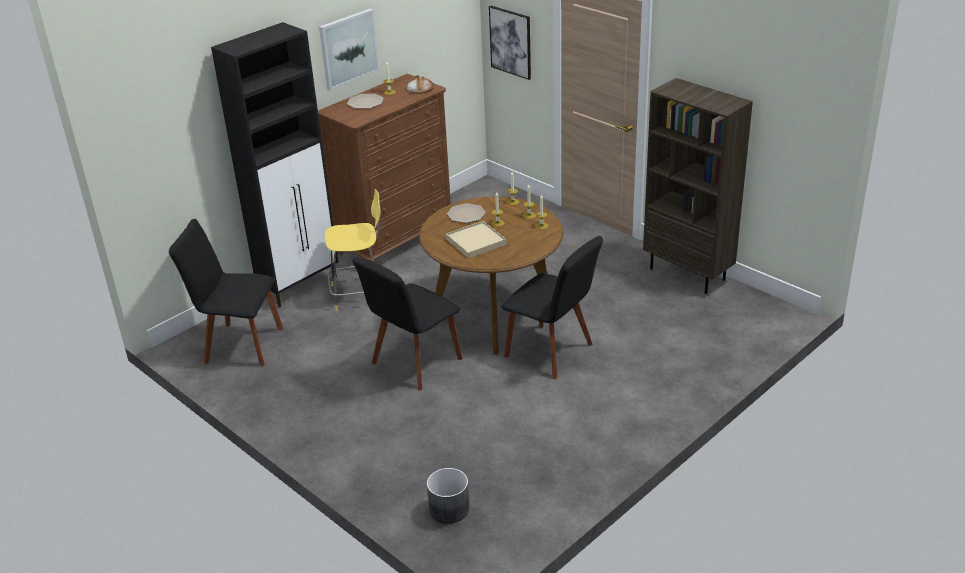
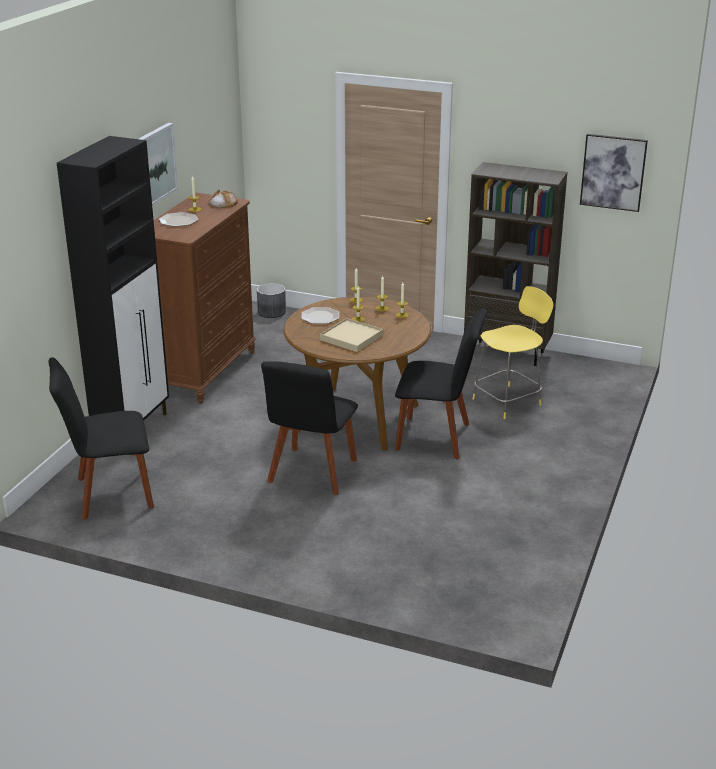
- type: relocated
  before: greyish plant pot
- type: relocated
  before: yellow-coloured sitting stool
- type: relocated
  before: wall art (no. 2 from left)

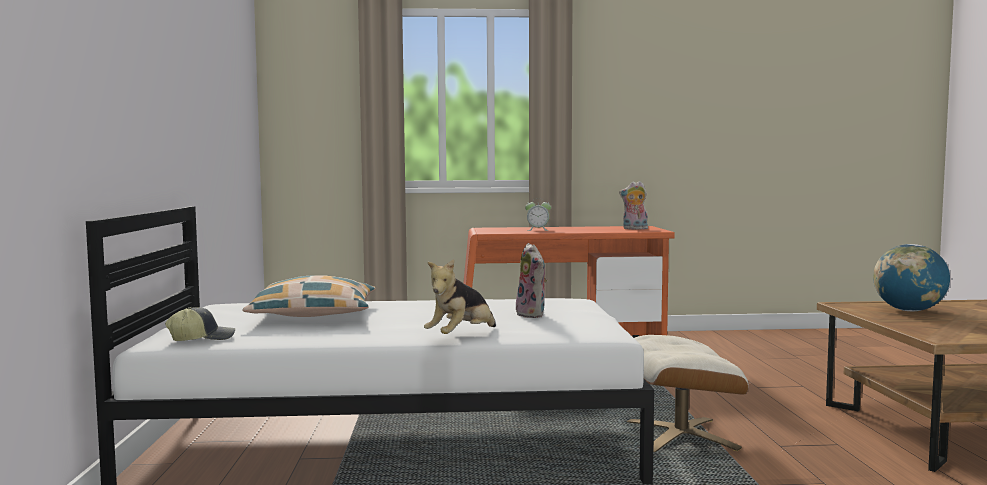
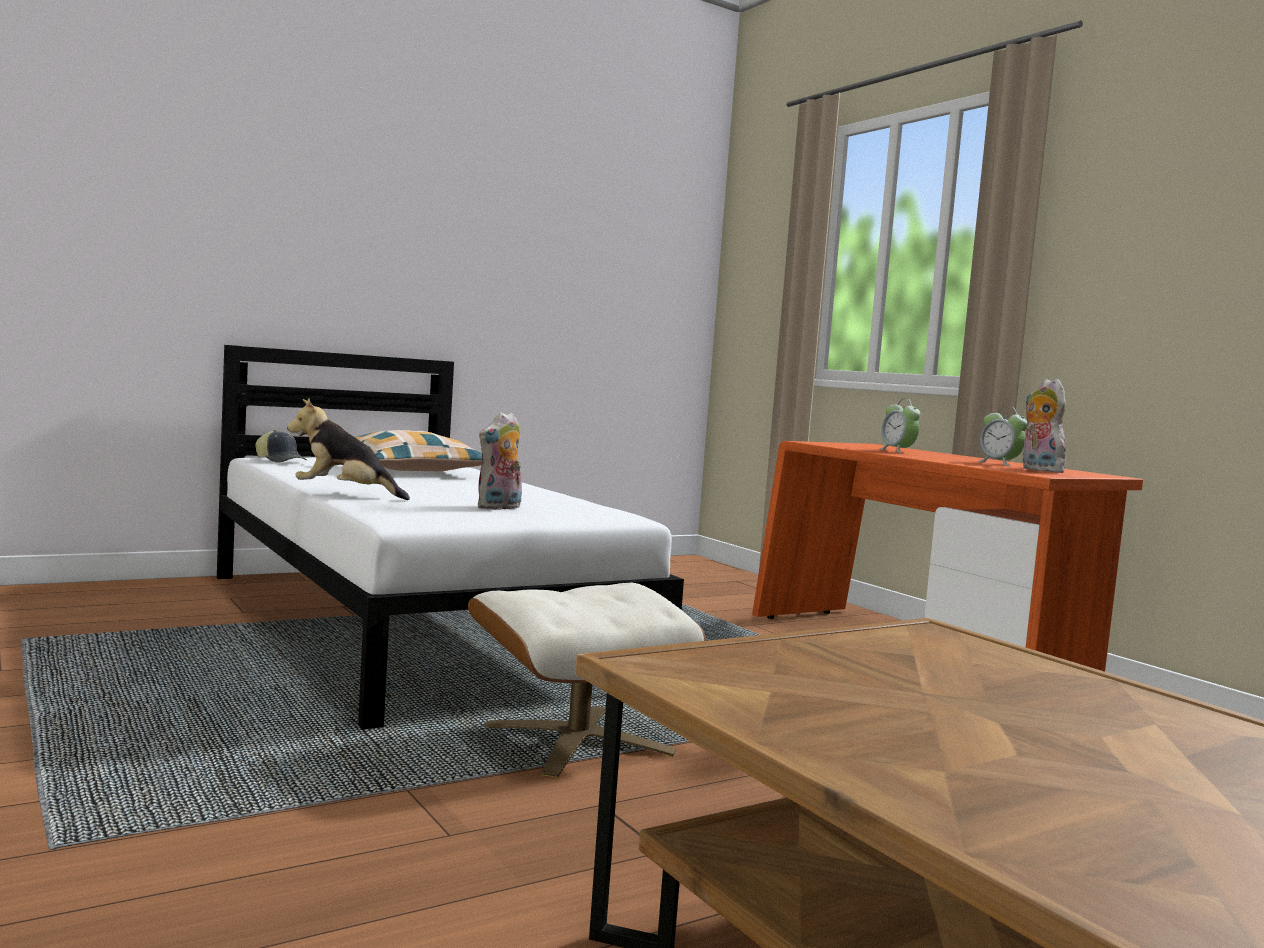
- type: appeared
  after: table clock (no. 2 from left)
- type: missing
  before: desk globe

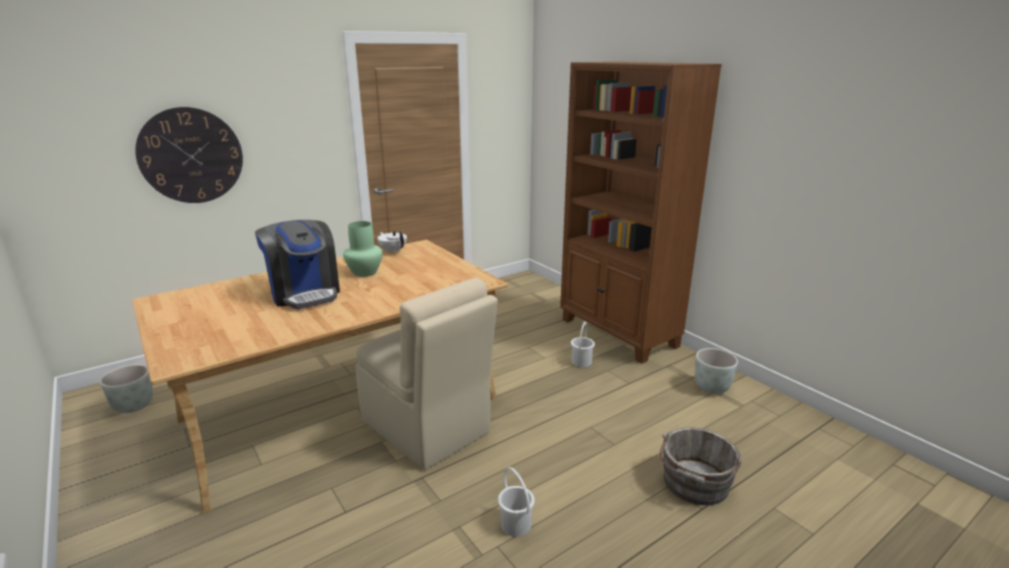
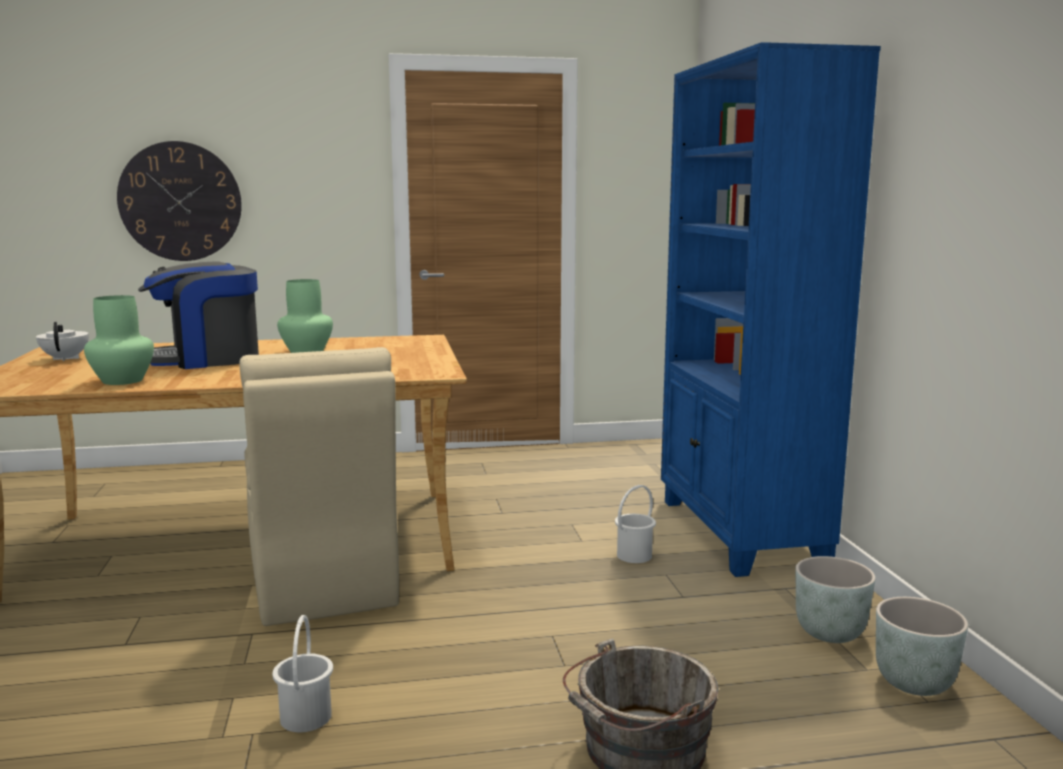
- type: relocated
  before: white teapot
- type: appeared
  after: green flower vase (no. 1 from left)
- type: spun
  before: coffee machine
  turn: 75
- type: colour
  before: brown bookcase
  after: blue-coloured bookcase
- type: relocated
  before: greyish plant pot (no. 1 from left in the first image)
  after: greyish plant pot (no. 2 from left)

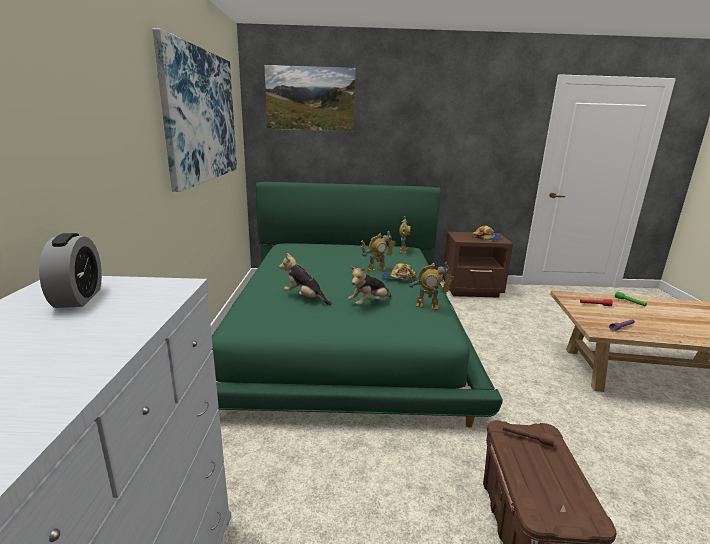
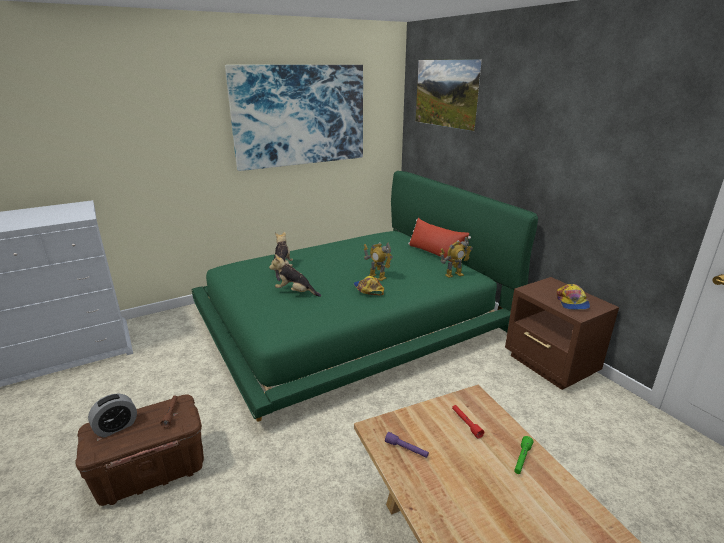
- type: relocated
  before: table clock
- type: appeared
  after: reddish throw pillow
- type: missing
  before: robot figure (no. 3 from left)

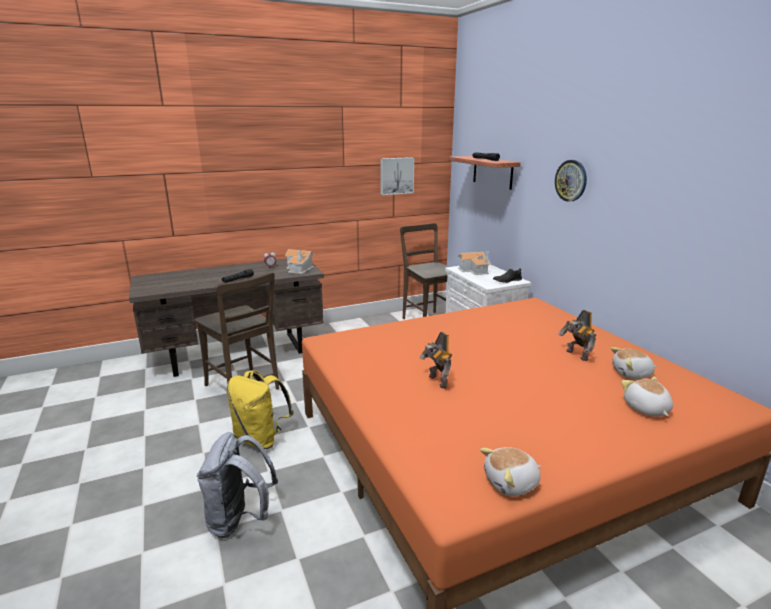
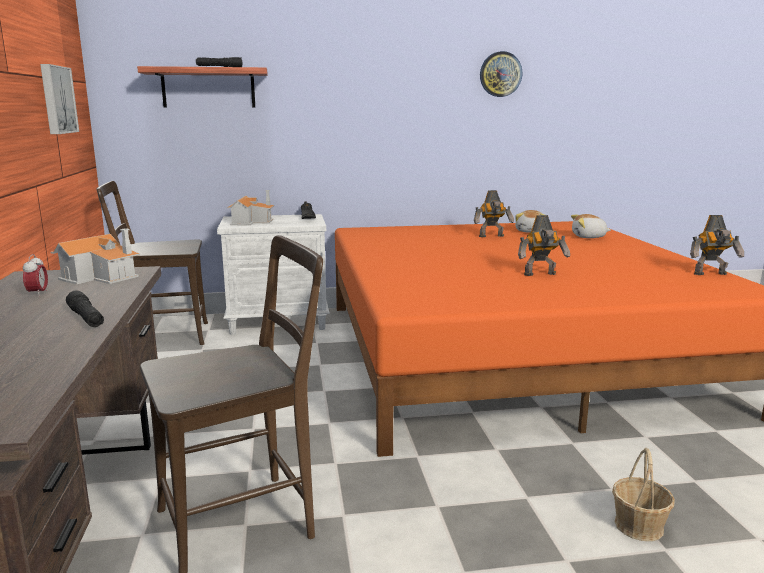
- type: relocated
  before: wall clock
- type: exchanged
  before: greyish backpack
  after: household basket
- type: exchanged
  before: cuddly toy (no. 1 from left)
  after: robot figure (no. 3 from left)
- type: missing
  before: yellow-coloured backpack

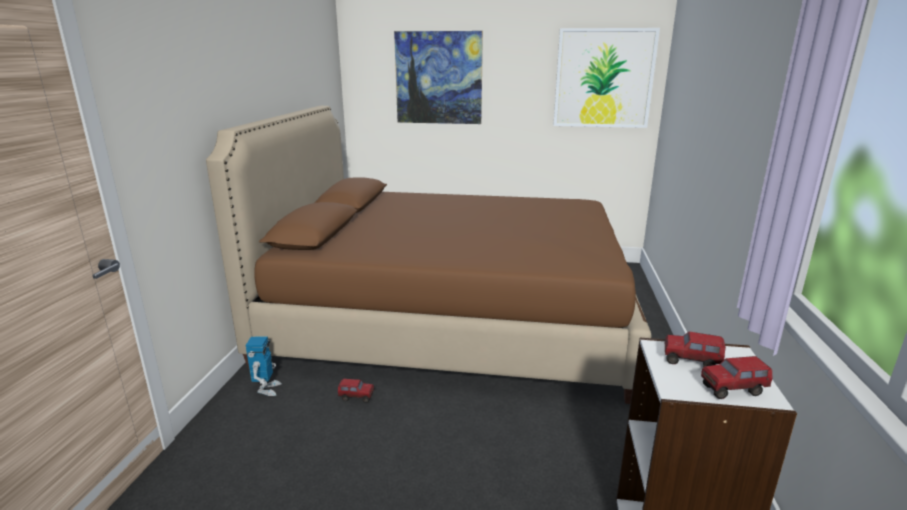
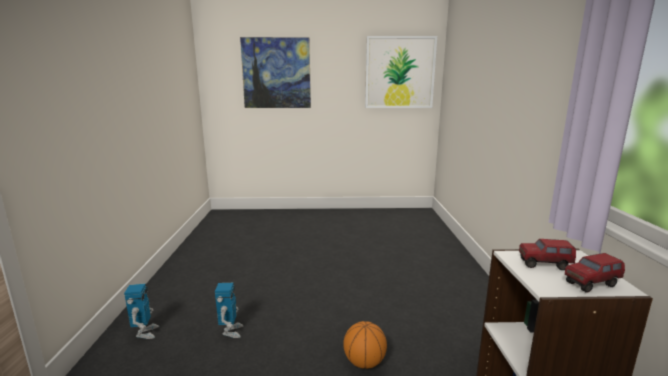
- type: exchanged
  before: model truck (no. 1 from left)
  after: robot figure (no. 2 from left)
- type: appeared
  after: ball for basketball
- type: missing
  before: brown bed

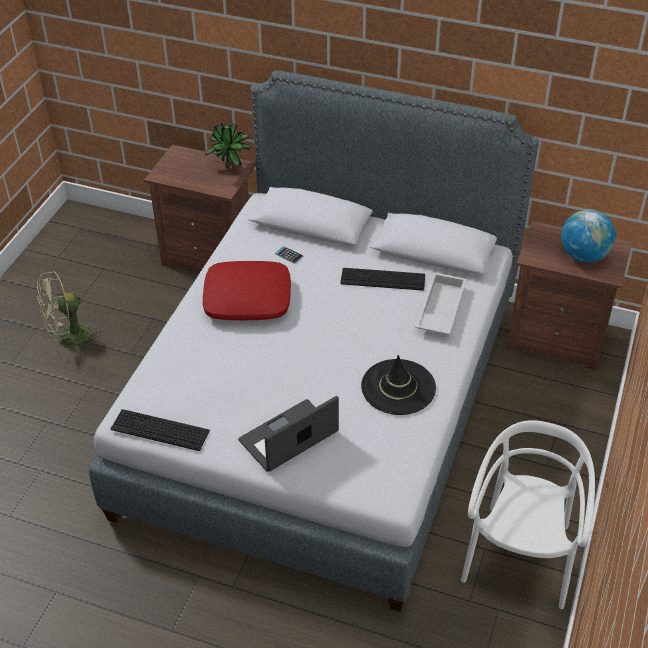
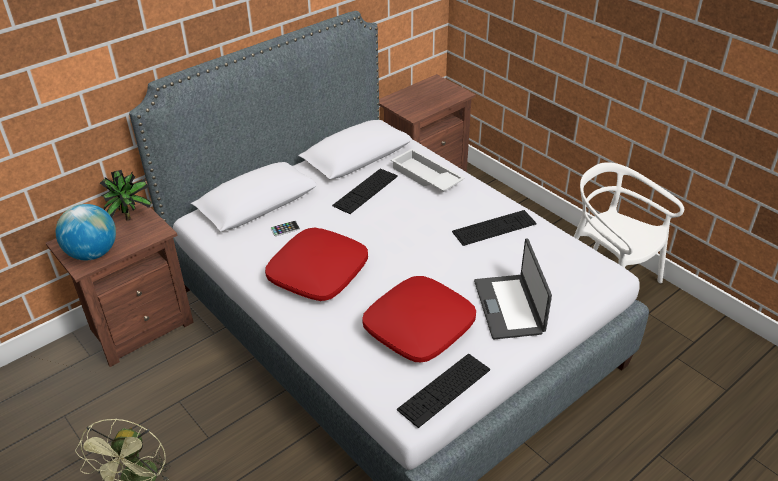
- type: relocated
  before: desk globe
- type: appeared
  after: reddish throw pillow (no. 2 from left)
- type: exchanged
  before: black clothing hat
  after: computer keyboard (no. 3 from left)

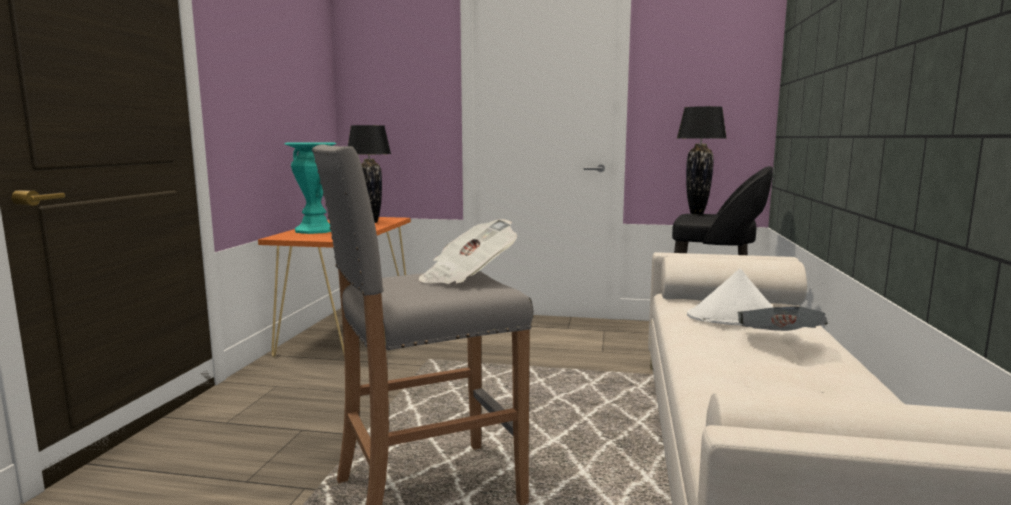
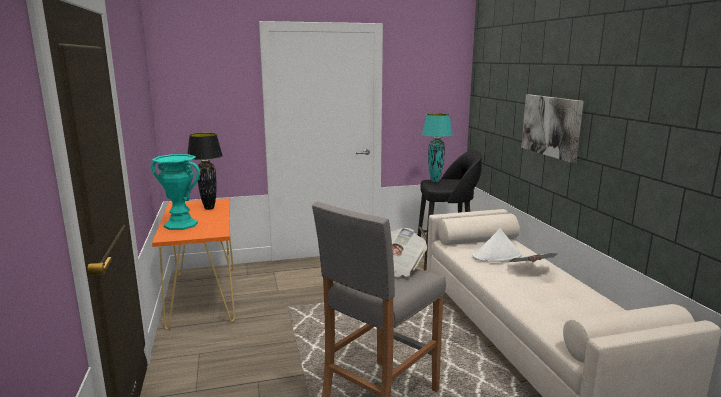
- type: colour
  before: black tabletop lamp (no. 2 from left)
  after: turquoise-coloured tabletop lamp
- type: appeared
  after: wall art

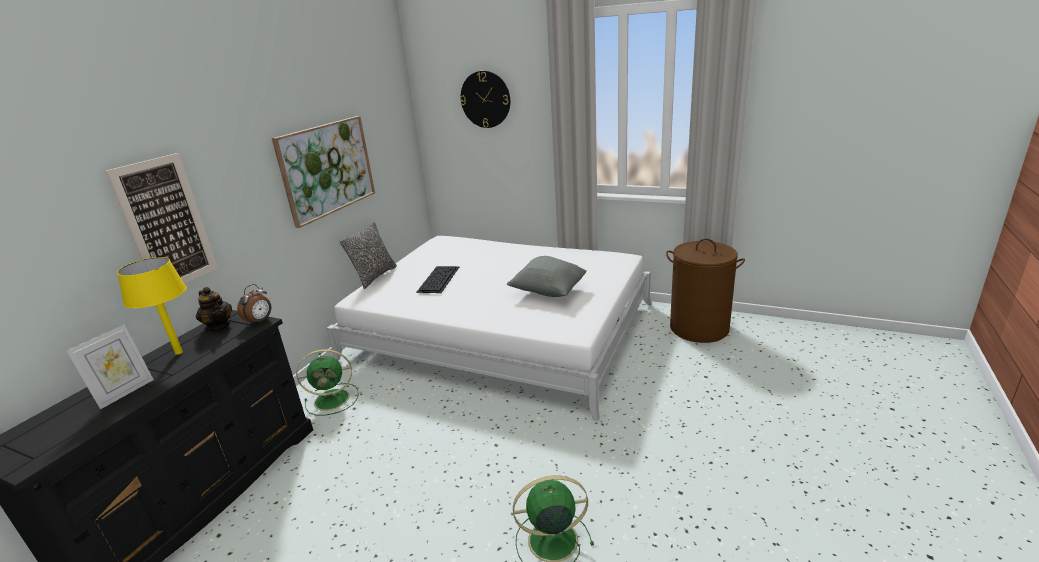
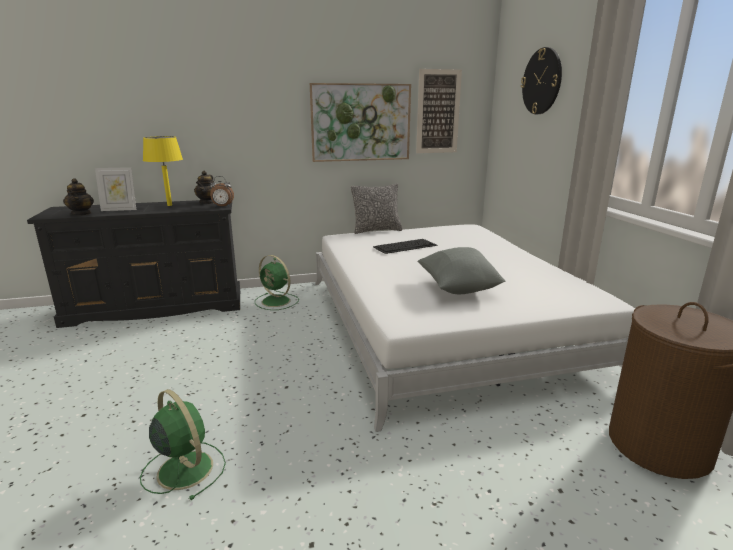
- type: appeared
  after: teapot (no. 1 from left)
- type: relocated
  before: wall art (no. 1 from left in the first image)
  after: wall art (no. 2 from left)

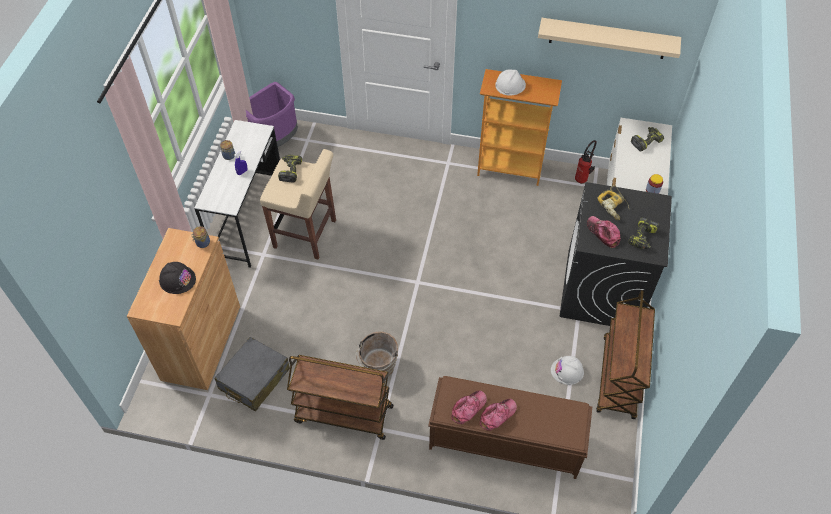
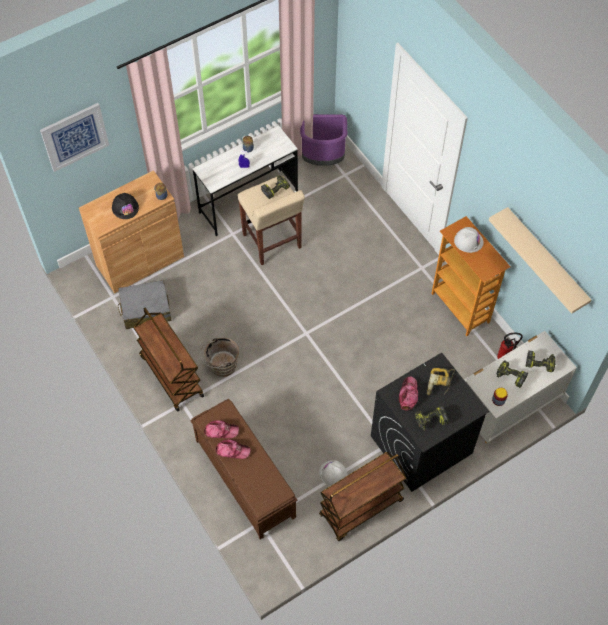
- type: appeared
  after: wall art
- type: appeared
  after: power drill (no. 4 from left)

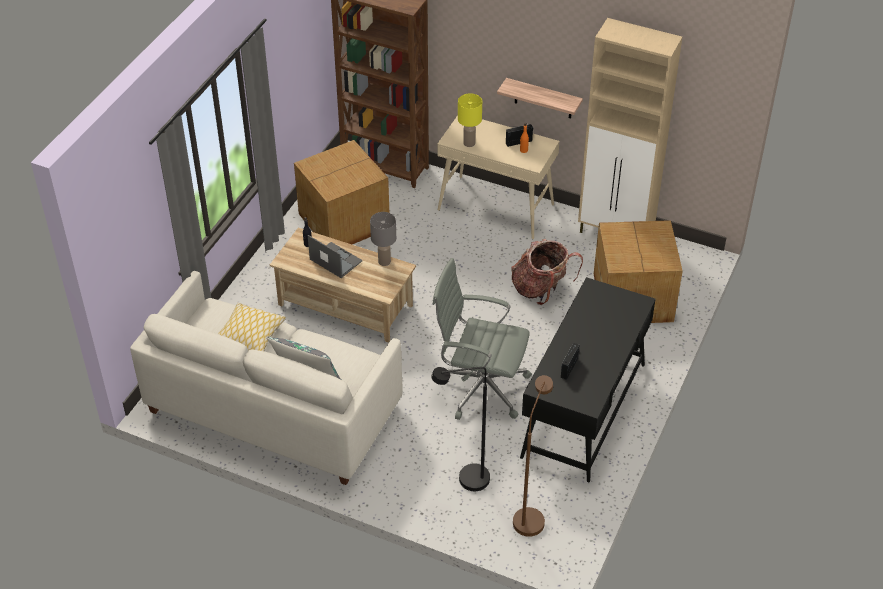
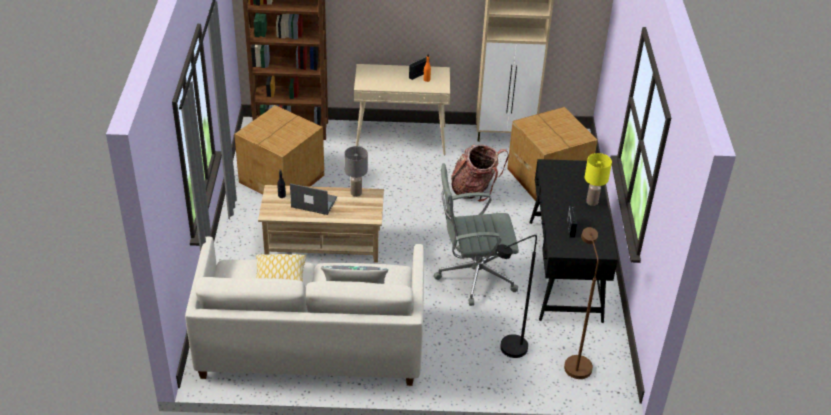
- type: relocated
  before: yellow-coloured tabletop lamp
- type: missing
  before: bracket shelf

